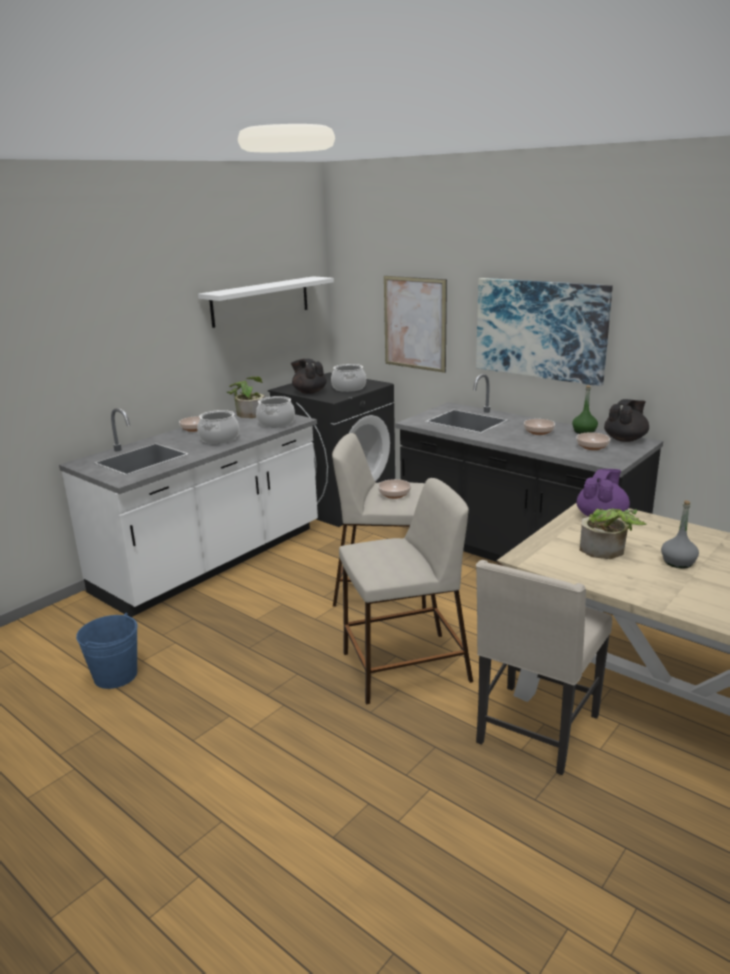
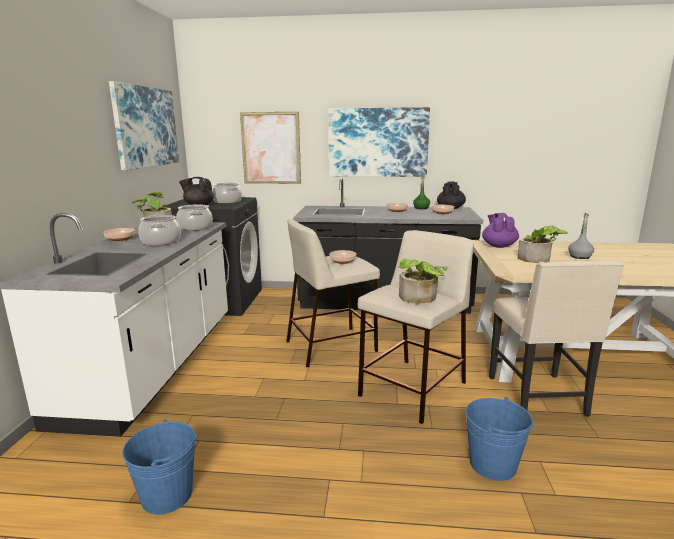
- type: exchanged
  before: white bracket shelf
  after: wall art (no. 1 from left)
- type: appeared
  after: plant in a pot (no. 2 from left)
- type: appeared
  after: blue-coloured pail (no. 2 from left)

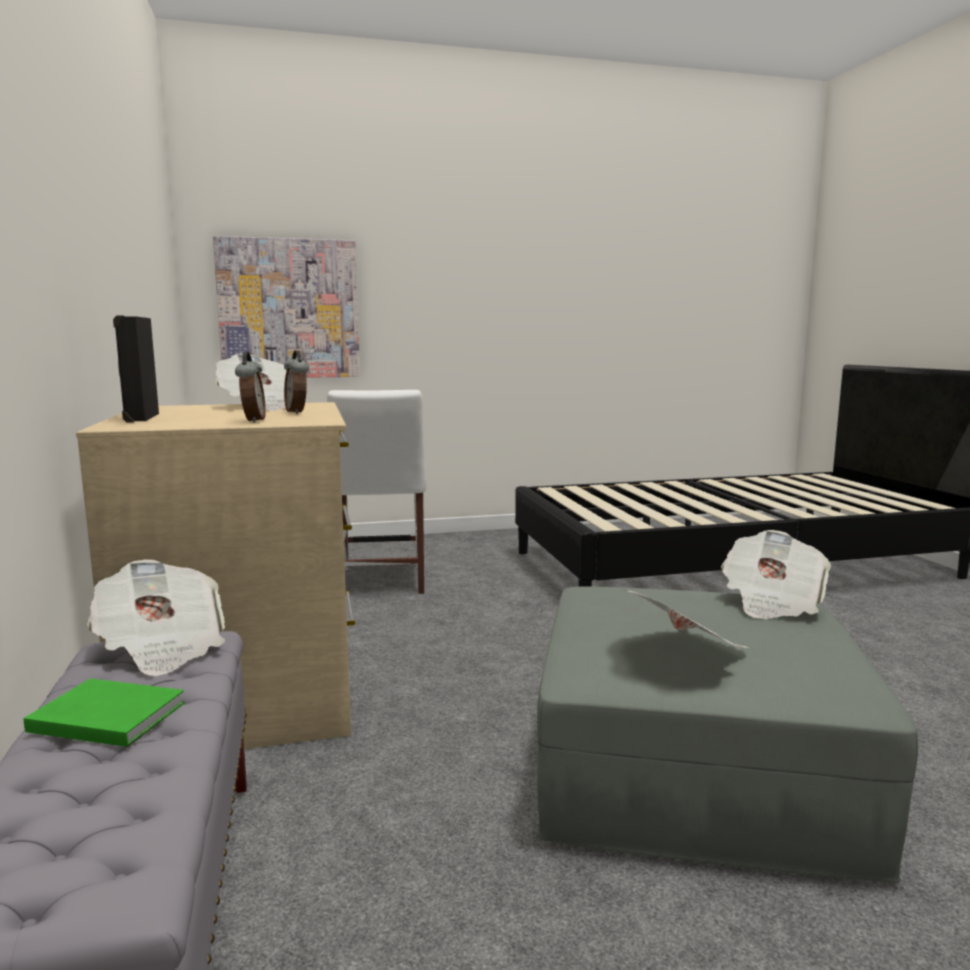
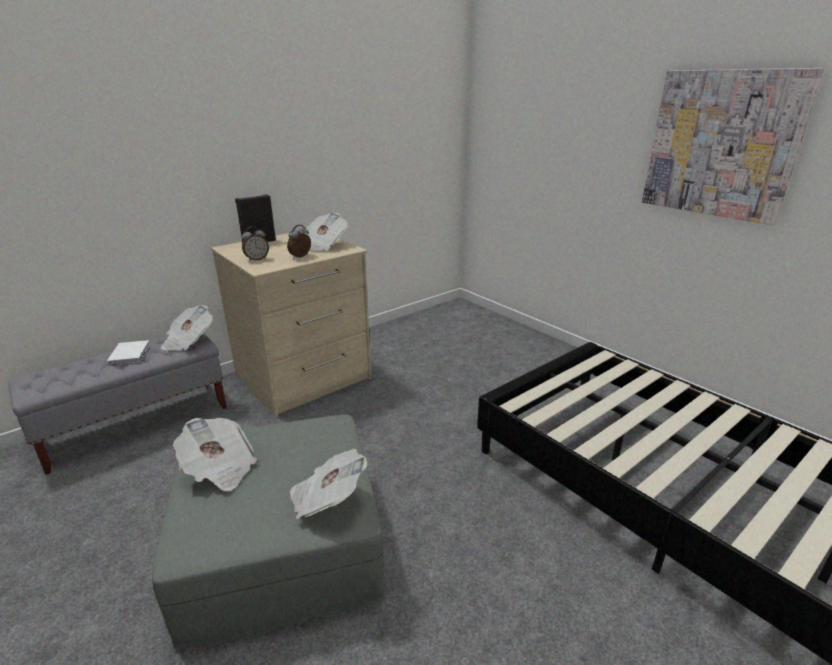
- type: colour
  before: green book
  after: white book
- type: relocated
  before: wall art
- type: missing
  before: white plain chair

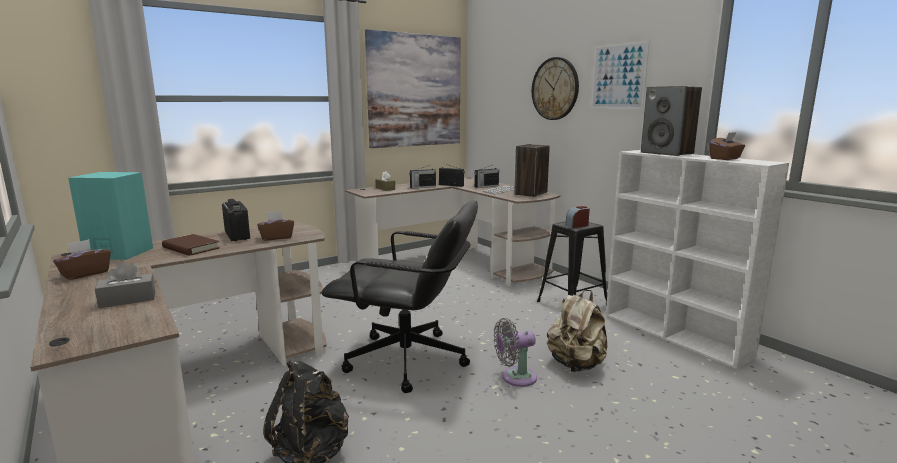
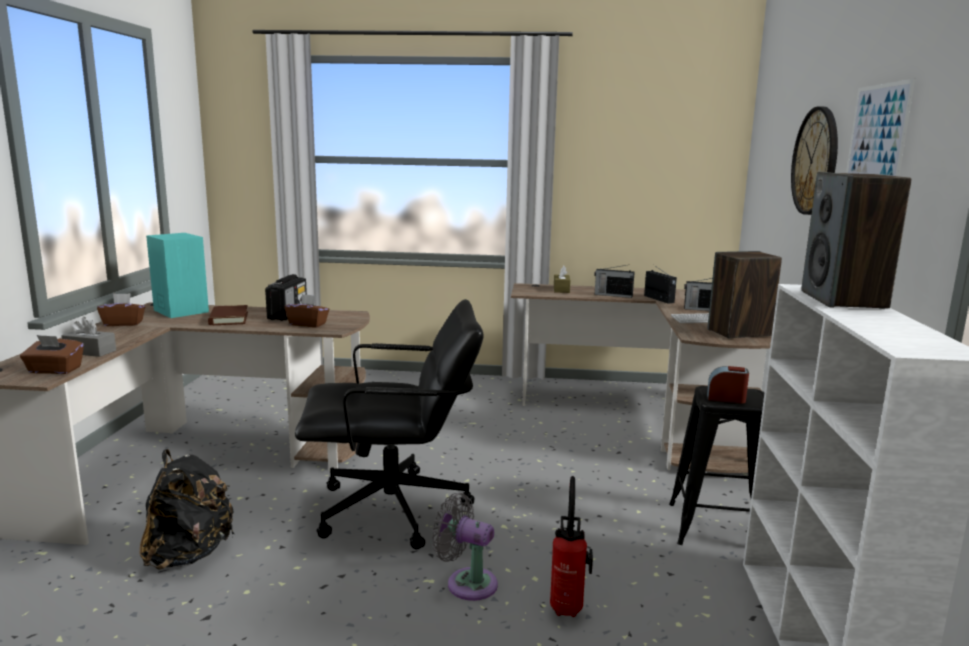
- type: relocated
  before: brown tissue holder (no. 4 from left in the first image)
  after: brown tissue holder (no. 1 from left)
- type: spun
  before: black desk chair
  turn: -60
- type: exchanged
  before: beige-coloured backpack
  after: extinguisher
- type: missing
  before: wall art (no. 1 from left)

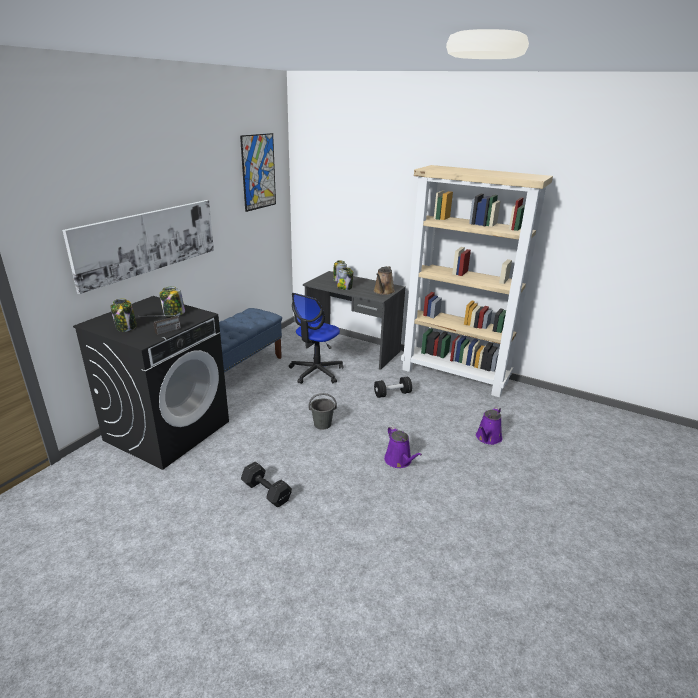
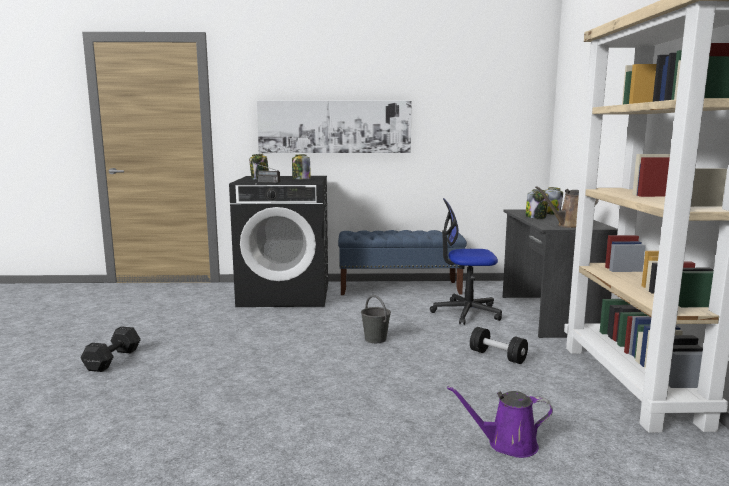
- type: relocated
  before: black hand weight (no. 1 from left)
- type: missing
  before: wall art (no. 2 from left)
- type: missing
  before: purple-coloured sprinkling can (no. 1 from left)

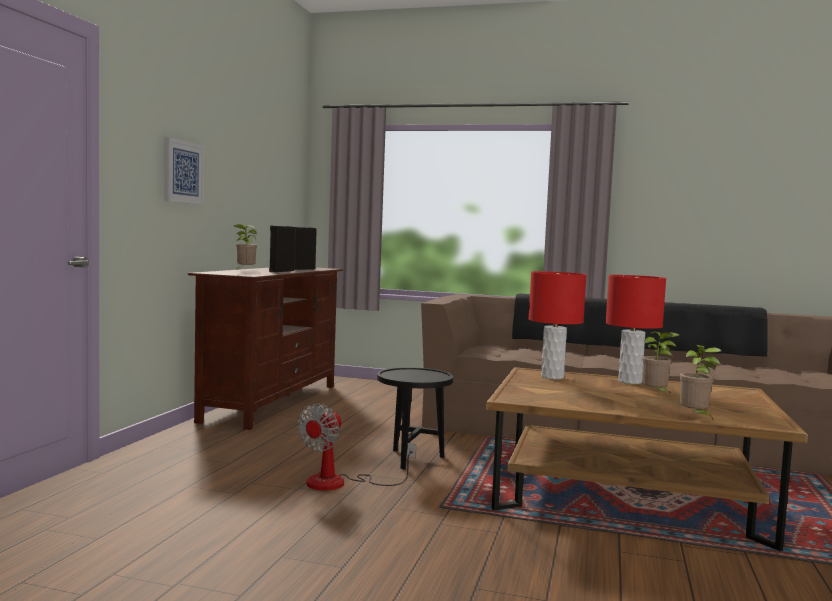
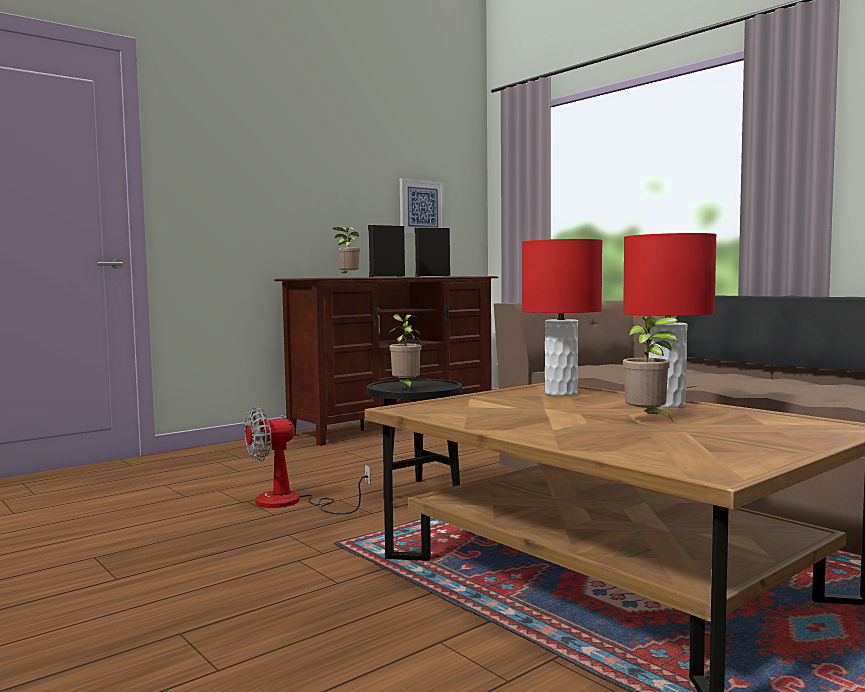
- type: relocated
  before: plant in a pot (no. 3 from left in the first image)
  after: plant in a pot (no. 2 from left)
- type: relocated
  before: wall art

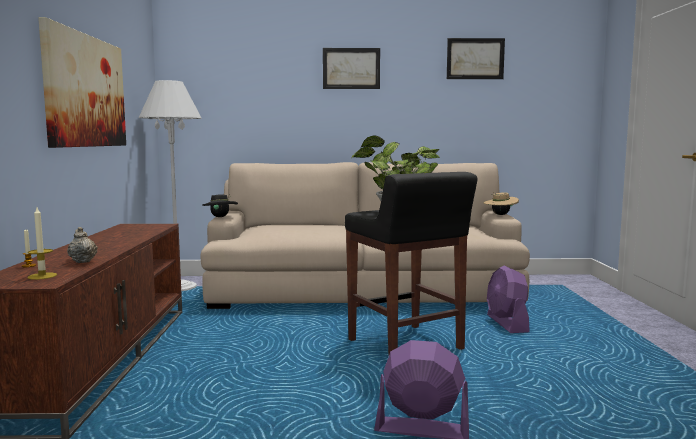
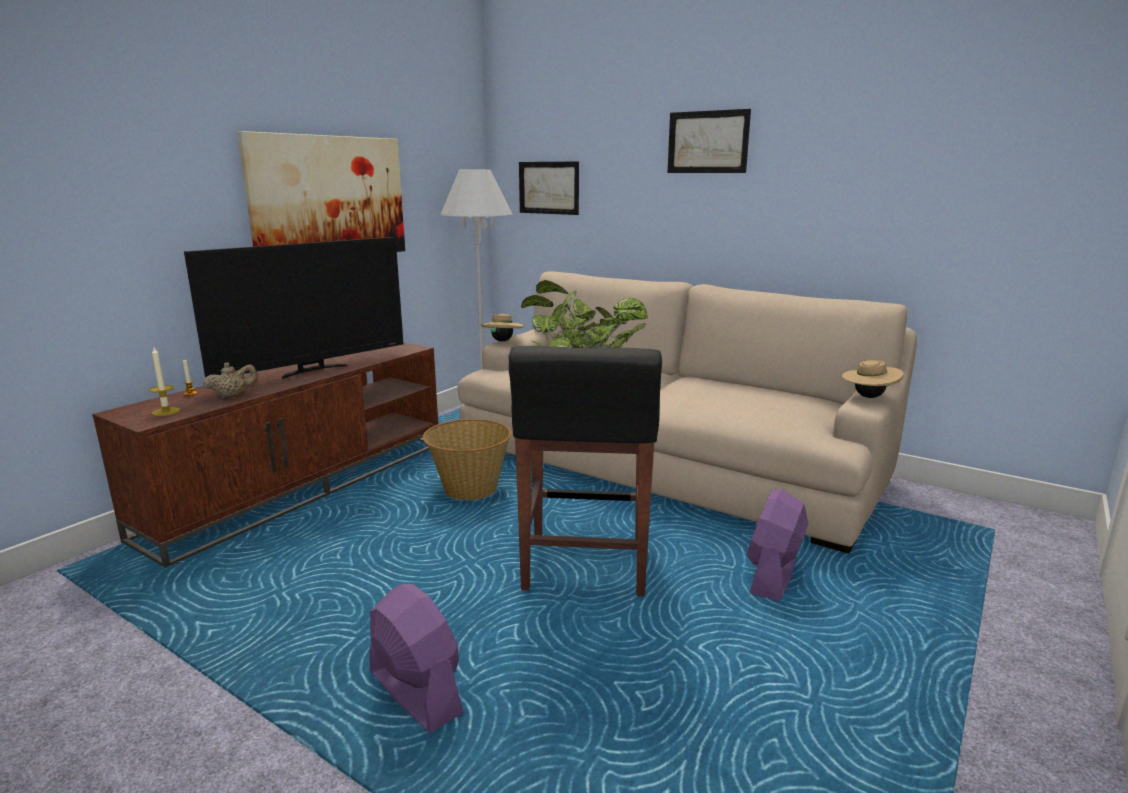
- type: appeared
  after: television
- type: spun
  before: beige-coloured teapot
  turn: 60
- type: appeared
  after: household basket
- type: colour
  before: black clothing hat
  after: beige-coloured clothing hat (no. 1 from left)
- type: relocated
  before: wall art (no. 3 from left in the first image)
  after: wall art (no. 2 from left)

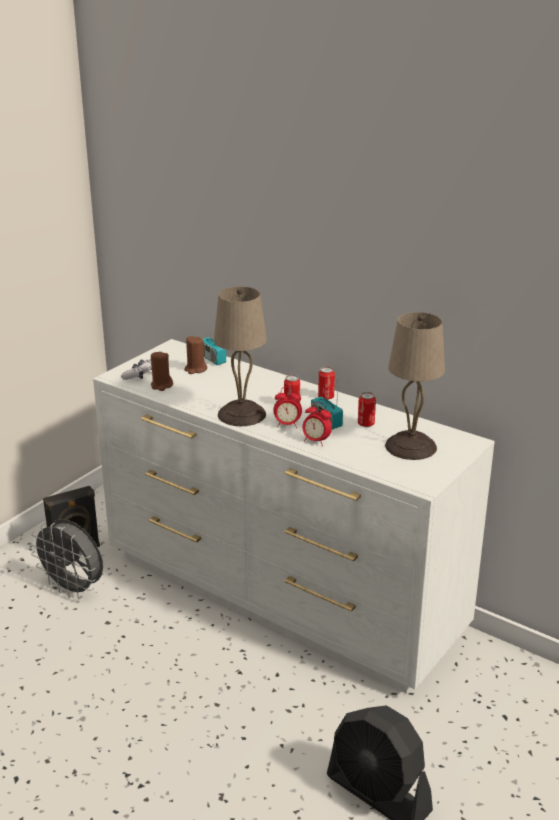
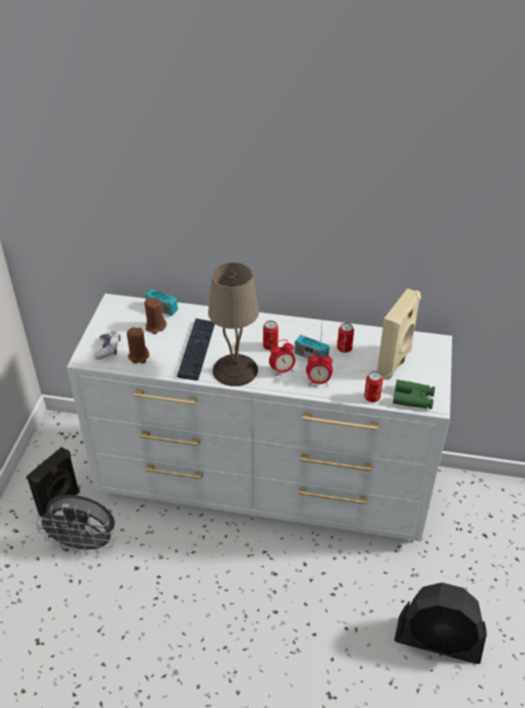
- type: appeared
  after: computer keyboard
- type: relocated
  before: metal can (no. 2 from left in the first image)
  after: metal can (no. 3 from left)
- type: exchanged
  before: beige-coloured tabletop lamp (no. 2 from left)
  after: beige-coloured speaker
- type: appeared
  after: green pair of binoculars

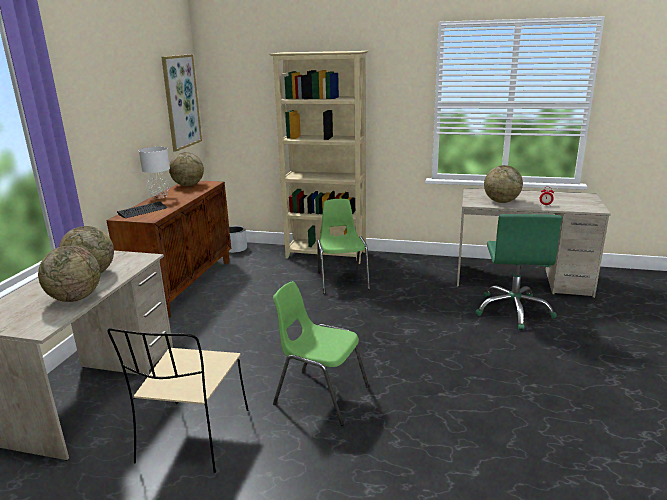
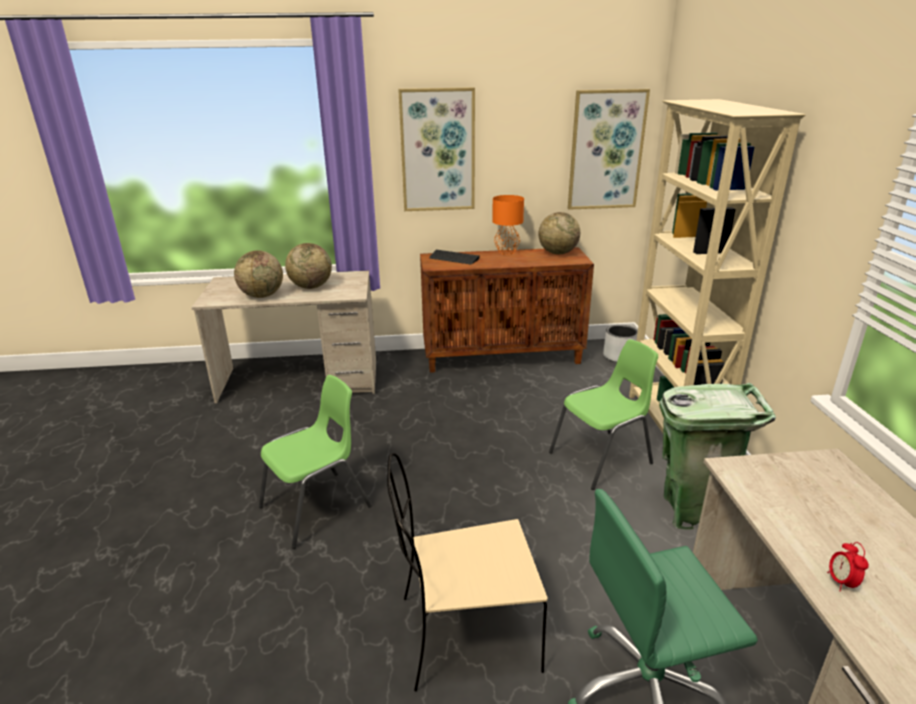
- type: spun
  before: green plain chair (no. 1 from left)
  turn: 45
- type: relocated
  before: beige-coloured plain chair
- type: appeared
  after: wall art (no. 1 from left)
- type: colour
  before: white tabletop lamp
  after: orange-coloured tabletop lamp
- type: appeared
  after: green rubbish bin
- type: missing
  before: desk globe (no. 4 from left)

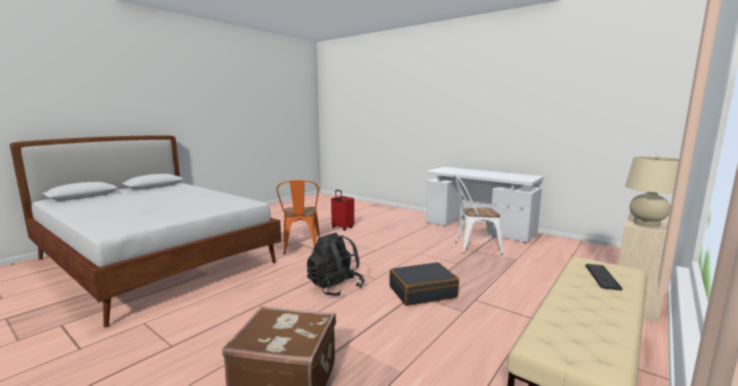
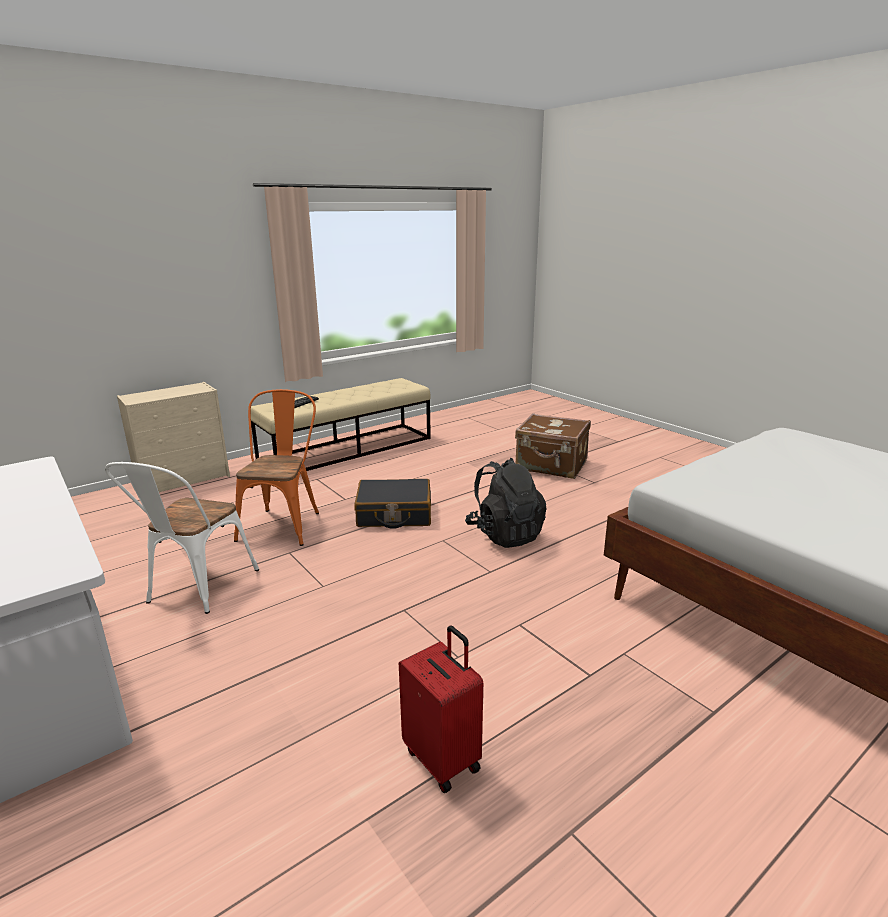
- type: spun
  before: white plain chair
  turn: 90
- type: relocated
  before: orange-coloured plain chair
- type: missing
  before: beige-coloured tabletop lamp

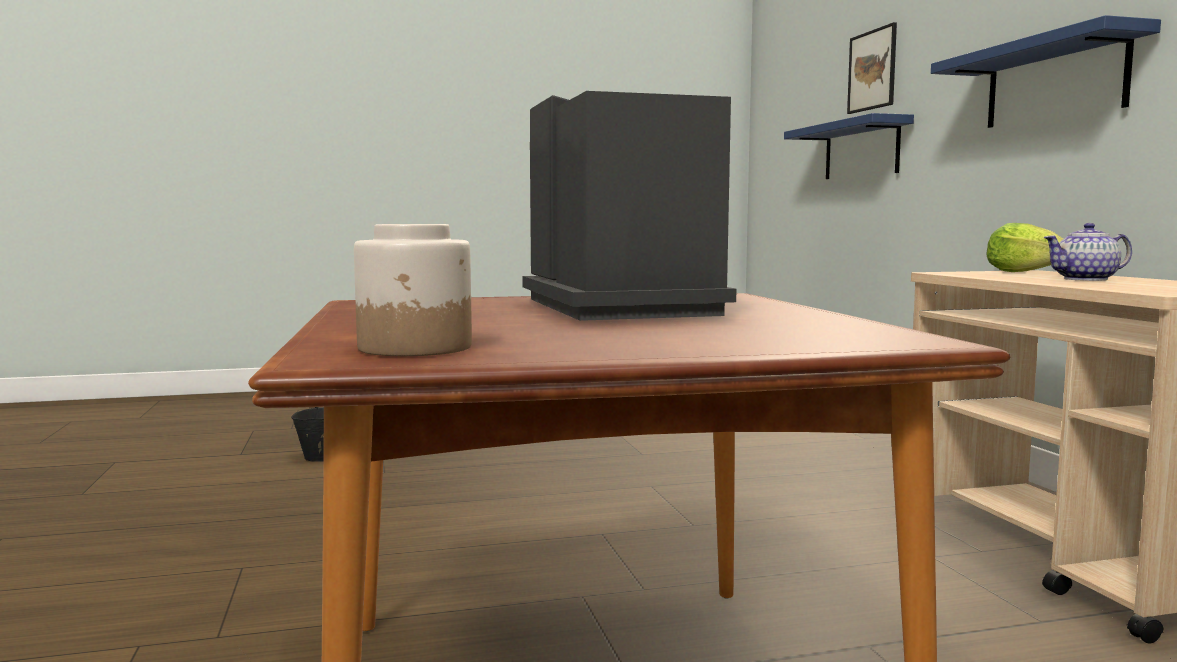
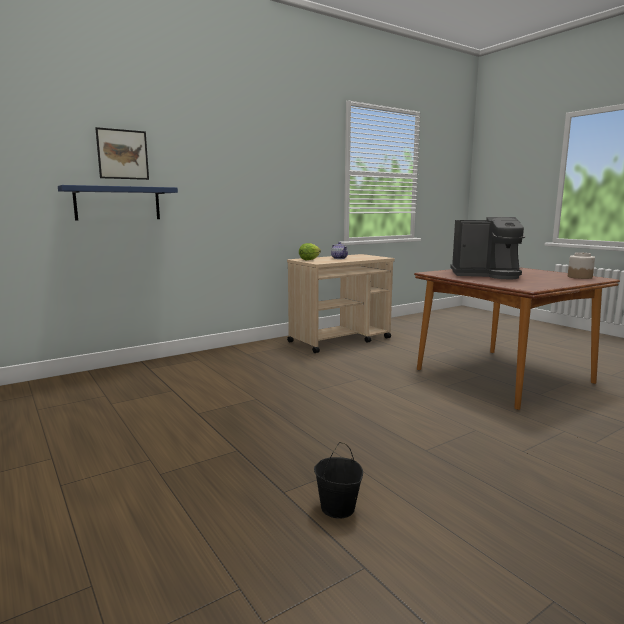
- type: spun
  before: coffee machine
  turn: -135
- type: missing
  before: blue-coloured bracket shelf (no. 2 from left)

